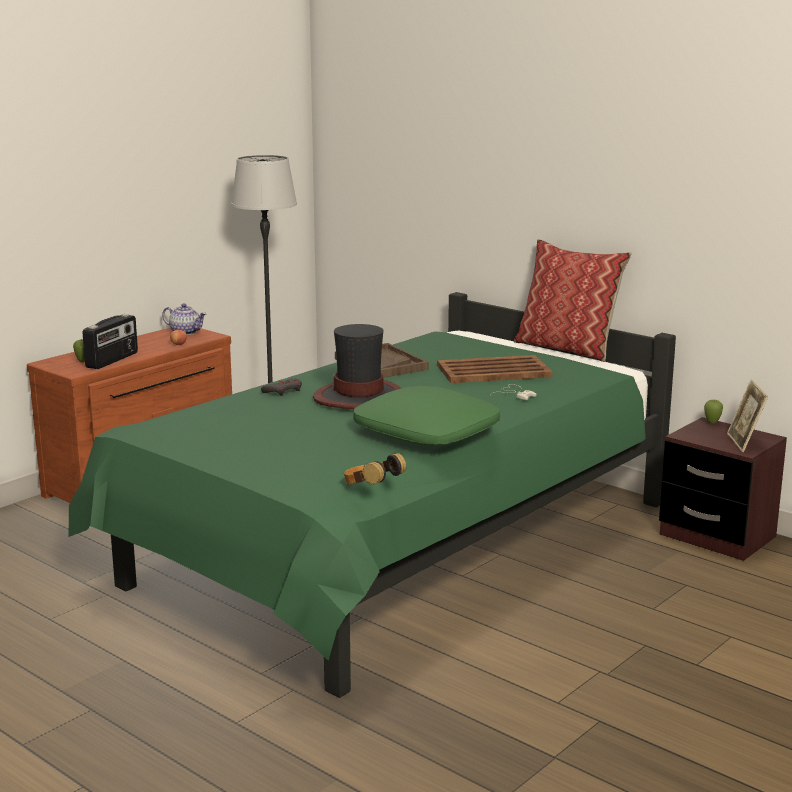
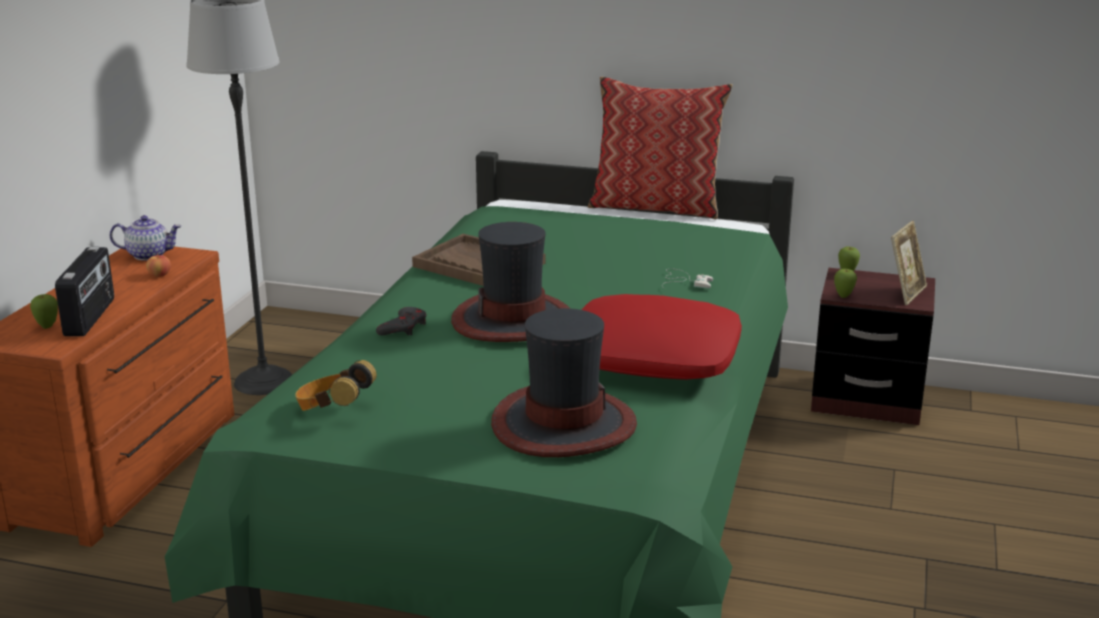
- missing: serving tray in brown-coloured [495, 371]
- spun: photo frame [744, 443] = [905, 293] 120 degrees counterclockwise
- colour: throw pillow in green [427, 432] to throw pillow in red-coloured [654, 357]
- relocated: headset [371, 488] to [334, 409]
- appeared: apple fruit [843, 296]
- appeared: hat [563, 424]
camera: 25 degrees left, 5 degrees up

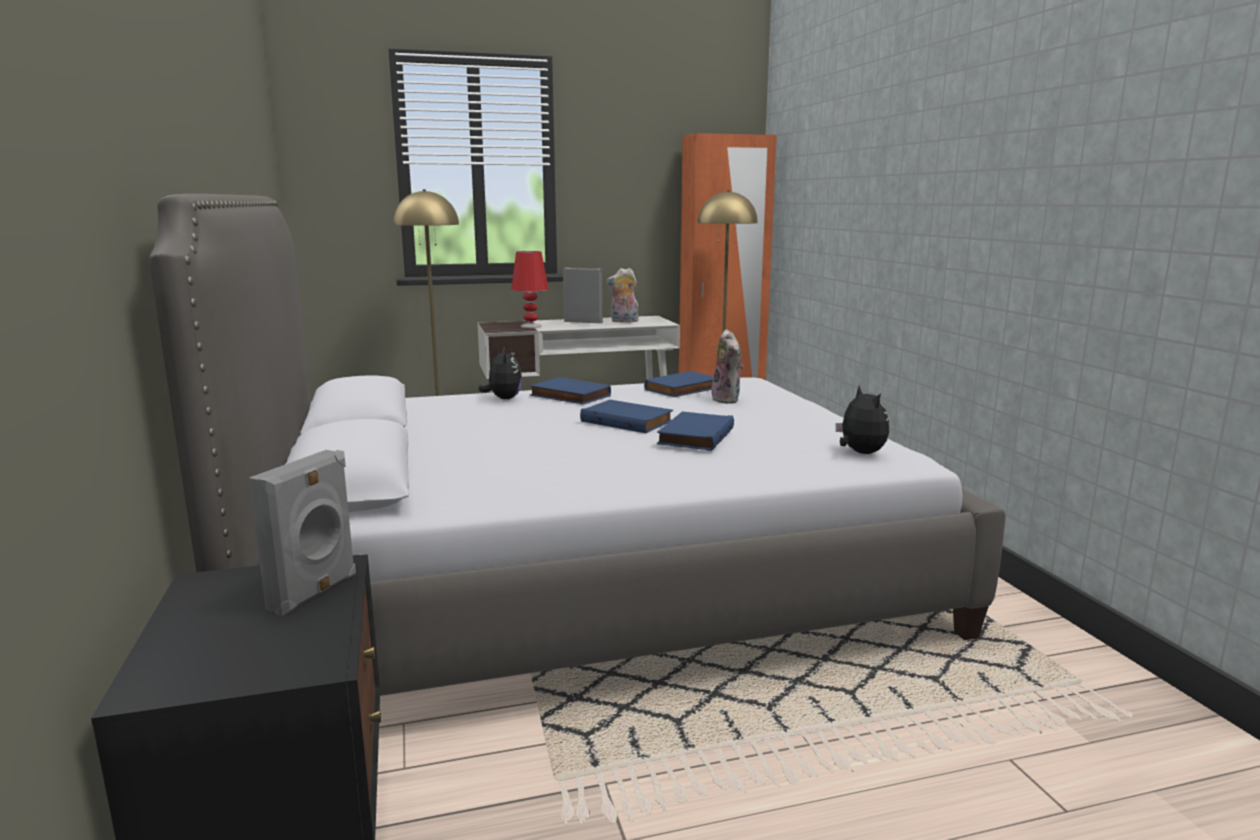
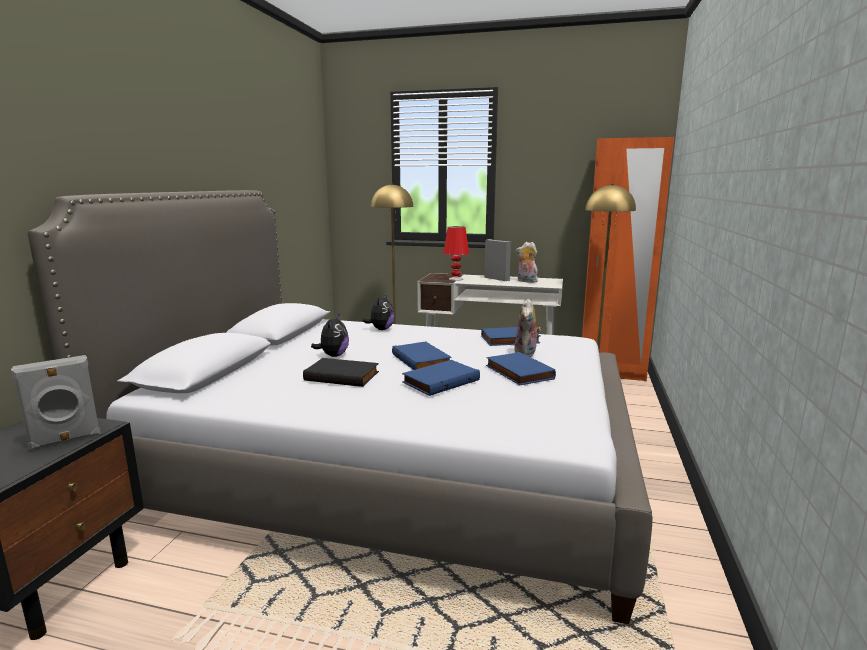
- relocated: bound book in blue [568, 396] to [517, 372]
- relocated: cuddly toy [860, 453] to [333, 355]
- appeared: bound book in blackish [343, 375]
camera: 30 degrees right, 0 degrees up

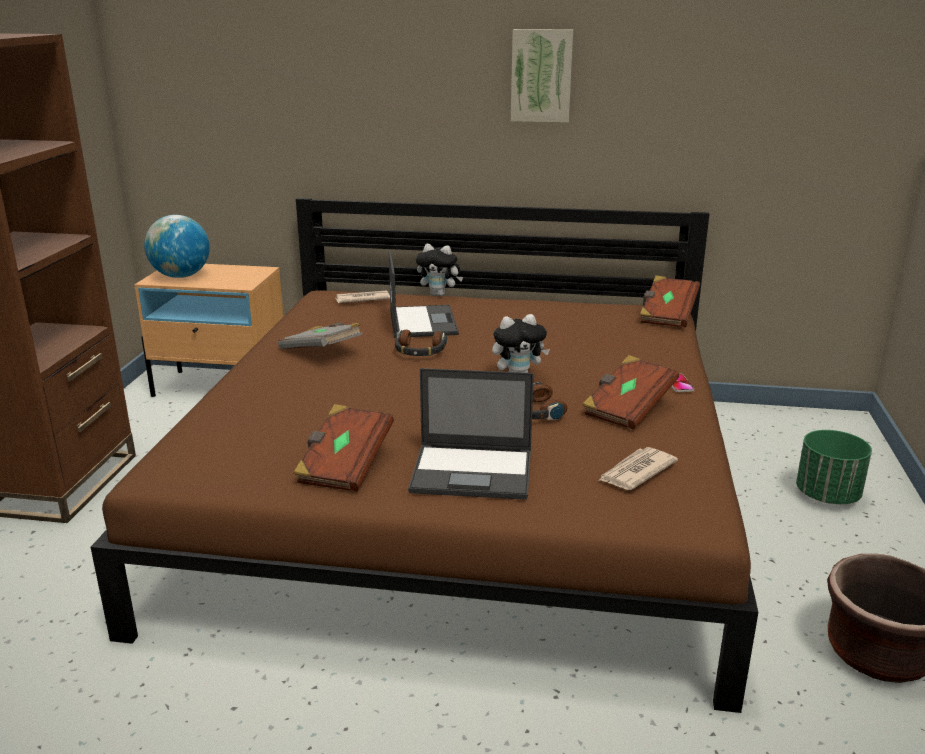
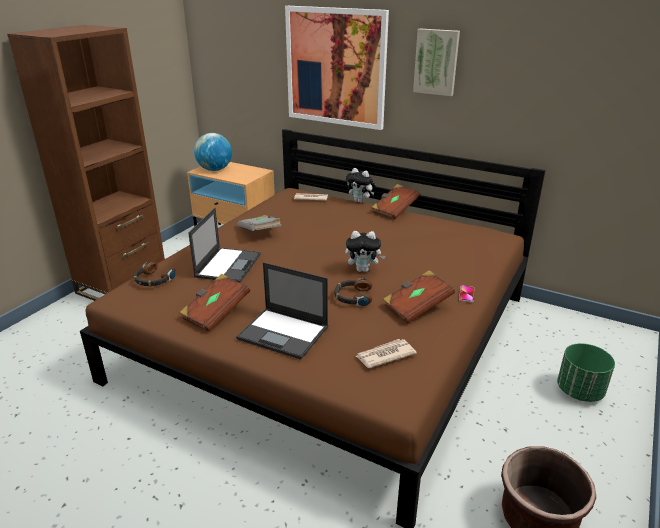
- relocated: portable computer [422, 322] to [228, 265]
- relocated: bound book in brown-coloured [666, 315] to [394, 210]
- relocated: headset [419, 351] to [153, 280]
- appeared: picture [335, 67]
camera: 20 degrees right, 5 degrees up

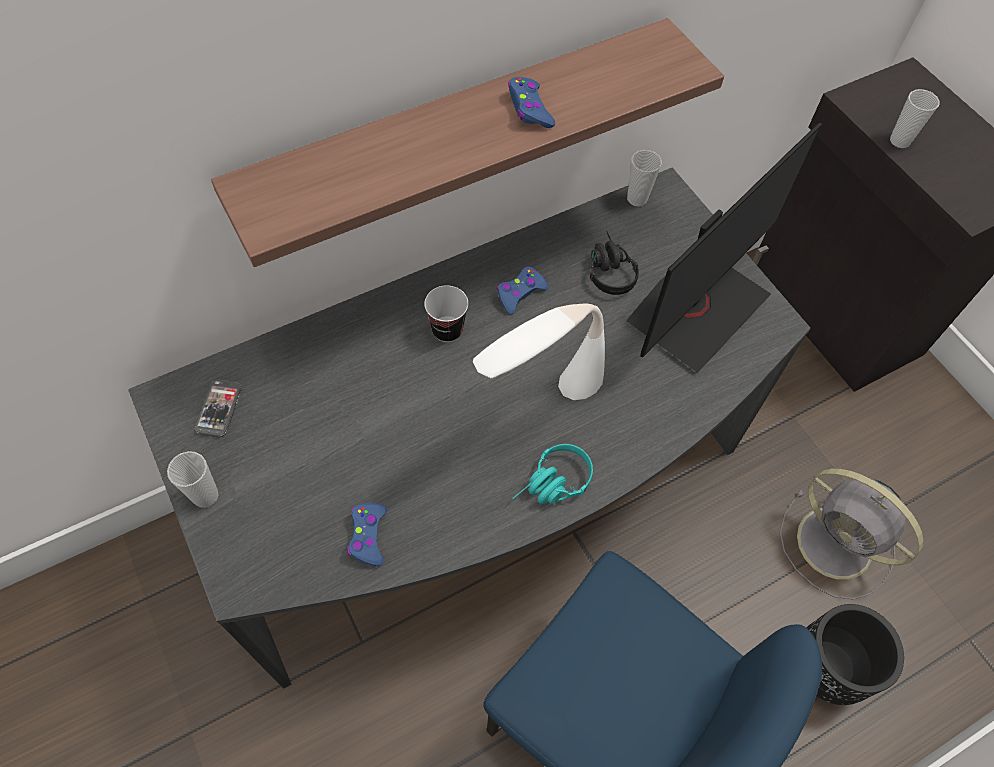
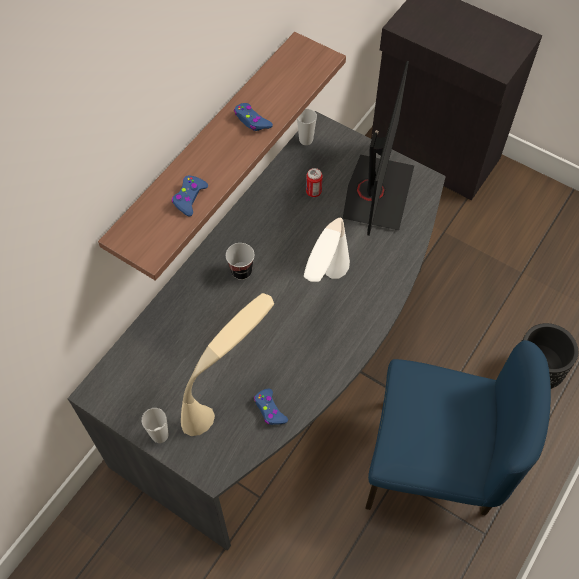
- missing: drinking cup [899, 141]
- exchanged: headset in blackish [607, 269] to metal can [313, 192]
- relocated: gamepad in blue [520, 293] to [189, 198]
- missing: phone [219, 409]
- missing: headset in turquoise-coloured [552, 486]
- missing: electric fan in grey [837, 545]
- appeared: tabletop lamp in beige-coloured [229, 394]
camera: 25 degrees left, 0 degrees up

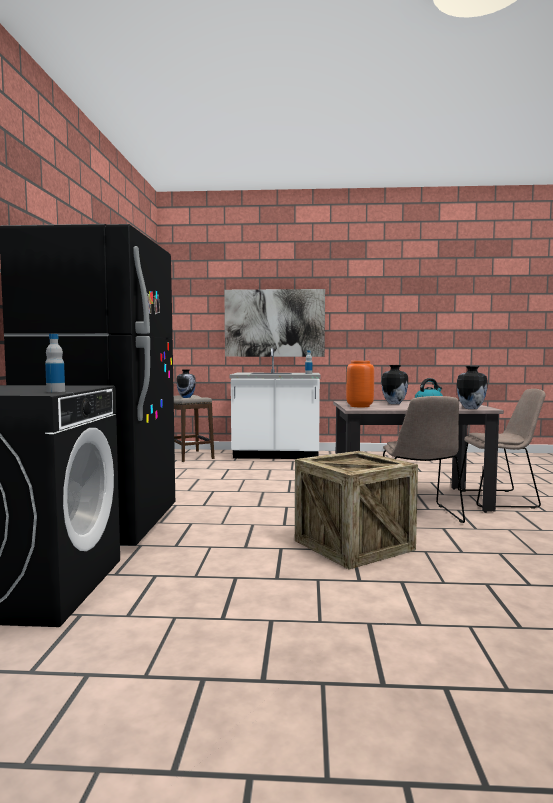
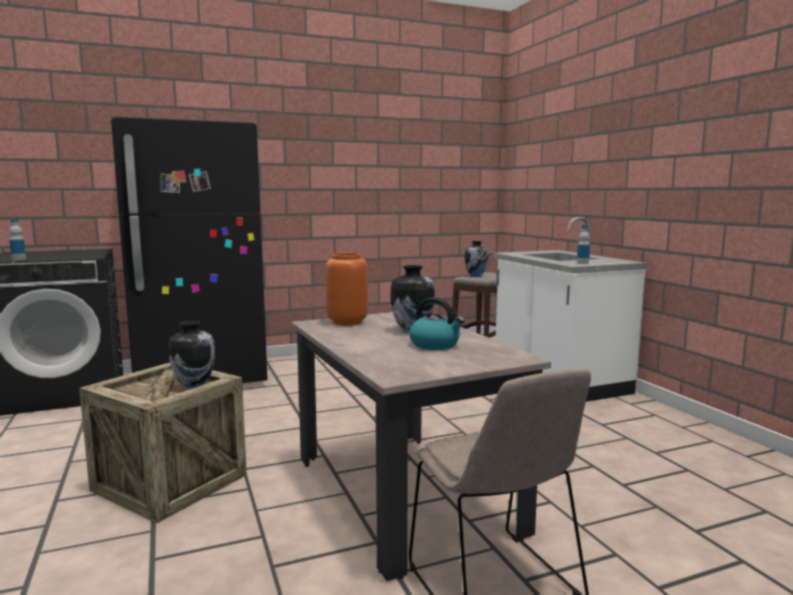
- missing: picture [274, 323]
- relocated: flower vase [470, 408] to [194, 385]
- missing: chair in beige-coloured [419, 516]
camera: 65 degrees right, 5 degrees up

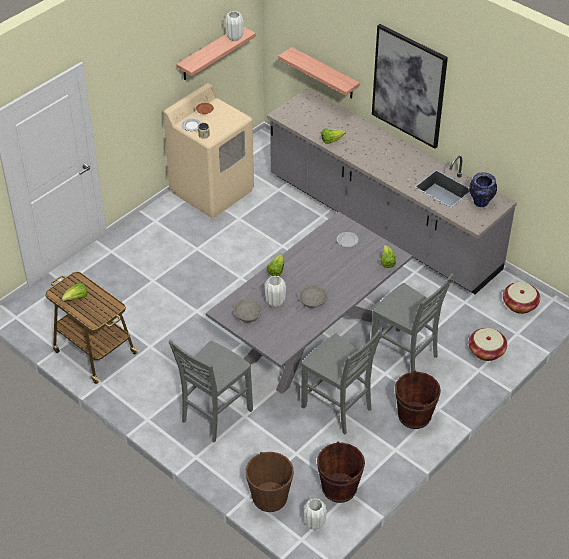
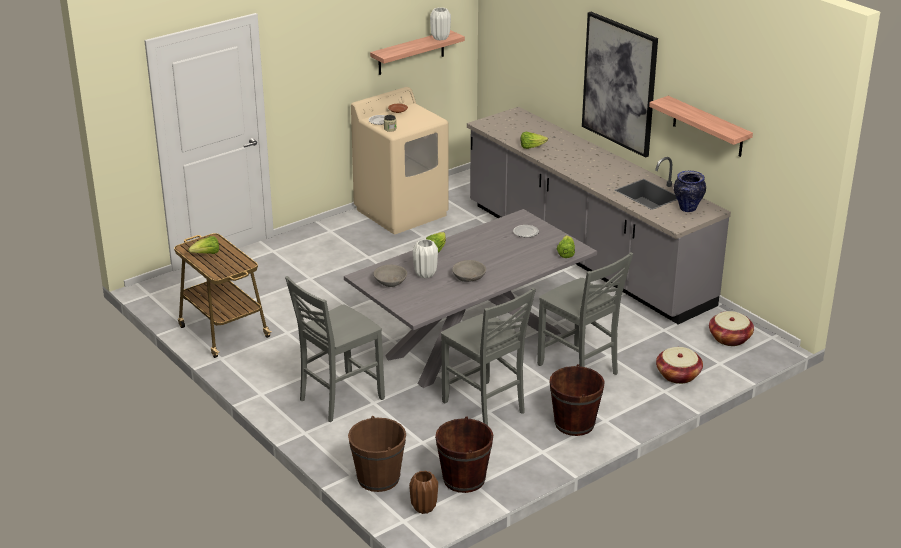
- relocated: wall shelf [325, 74] to [708, 127]
- colour: flower vase in white-coloured [314, 523] to flower vase in brown-coloured [423, 508]
camera: 10 degrees right, 15 degrees down

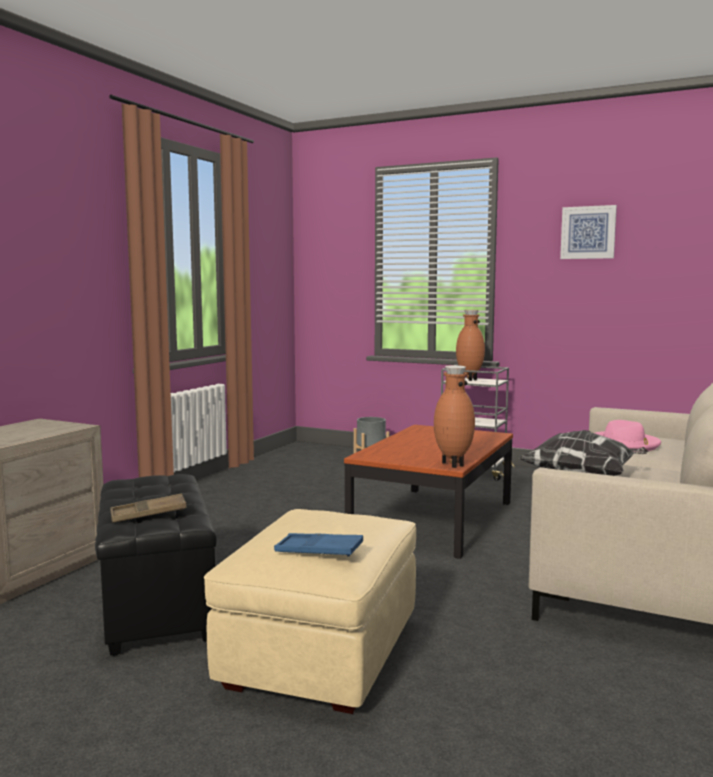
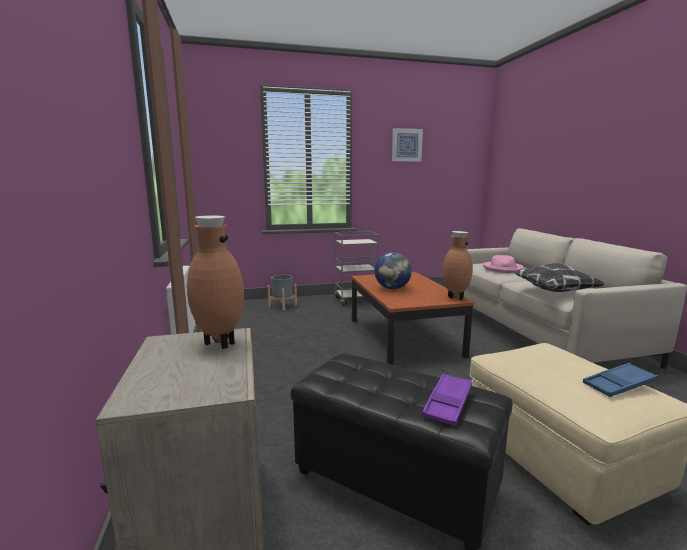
- relocated: flower vase in brown-coloured [469, 379] to [218, 343]
- colour: serving tray in brown-coloured [148, 514] to serving tray in purple [448, 403]
- appeared: desk globe [392, 288]
camera: 40 degrees left, 5 degrees up

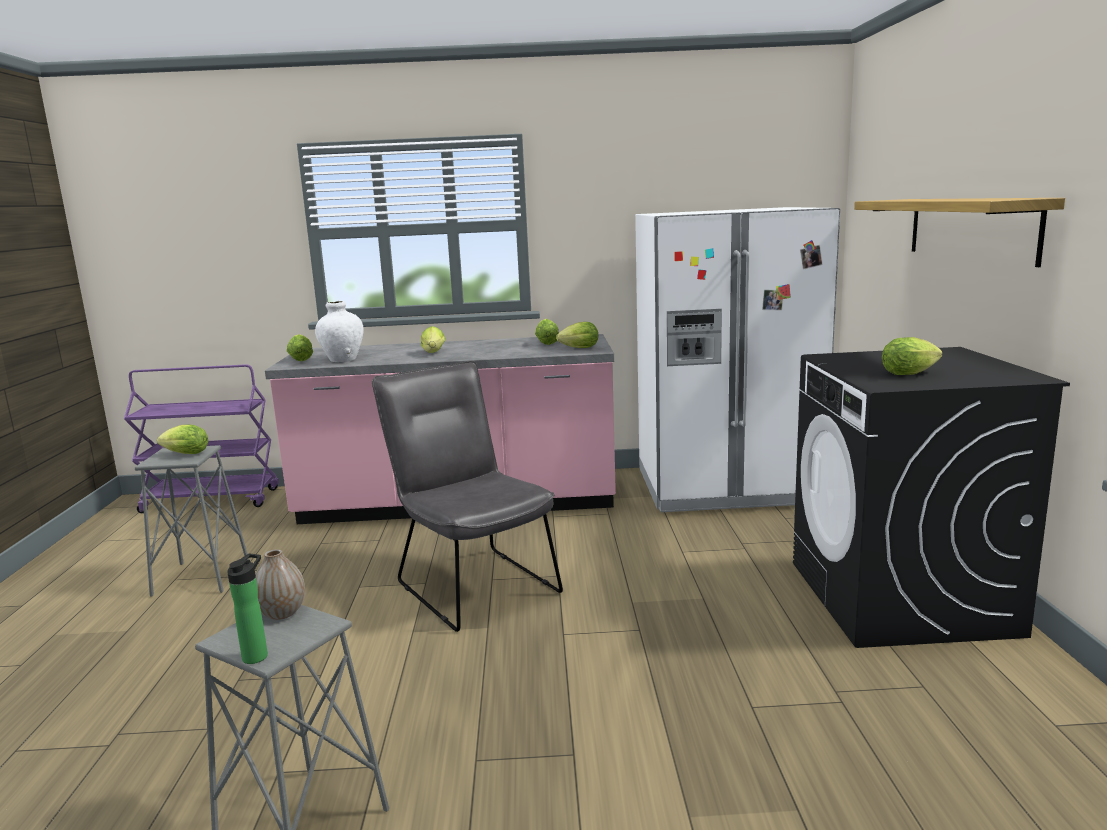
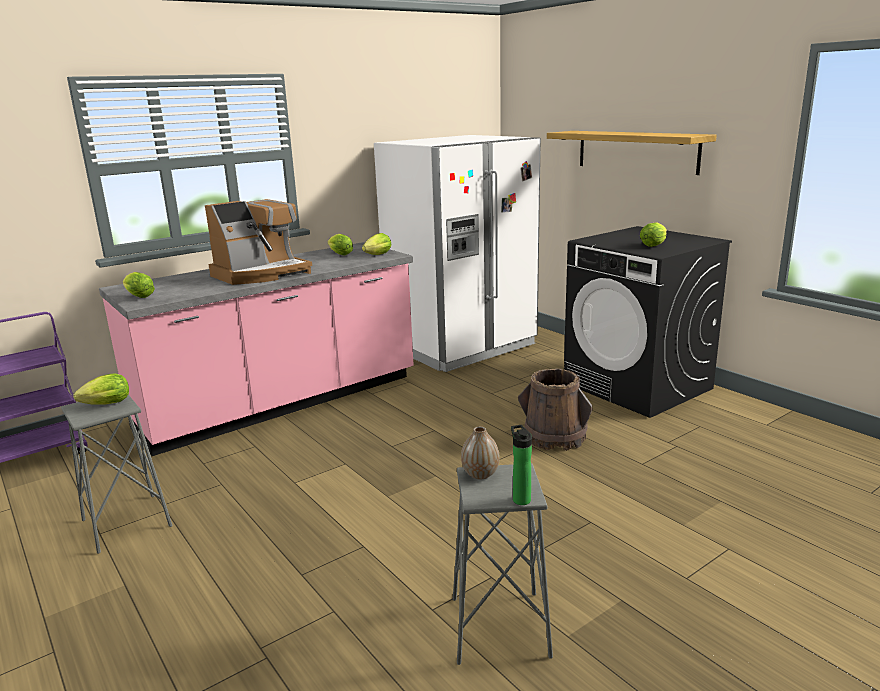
- missing: flower vase in white-coloured [343, 360]
- exchanged: head of lettuce [433, 353] to coffee machine [261, 274]
- missing: chair in grey [472, 583]
- appeared: pail in brown-coloured [554, 437]
camera: 35 degrees left, 5 degrees up

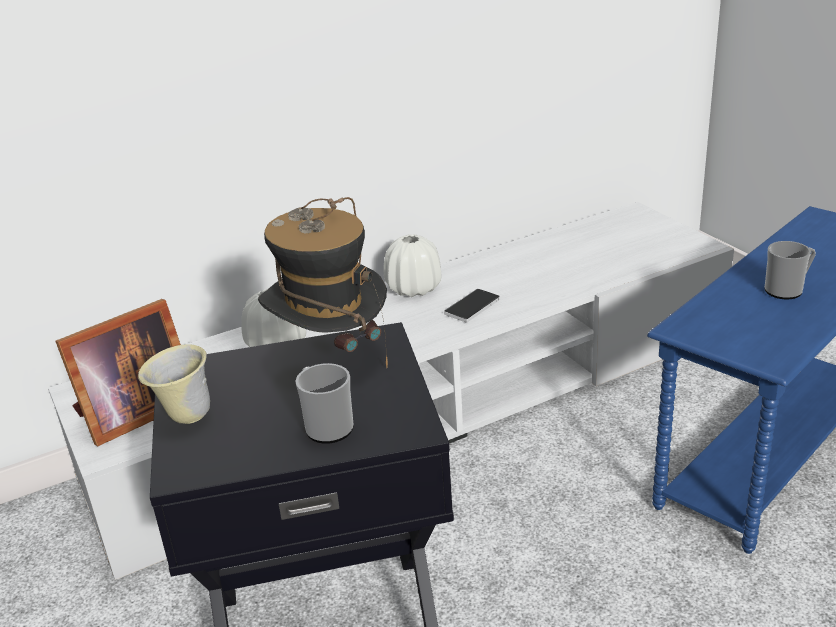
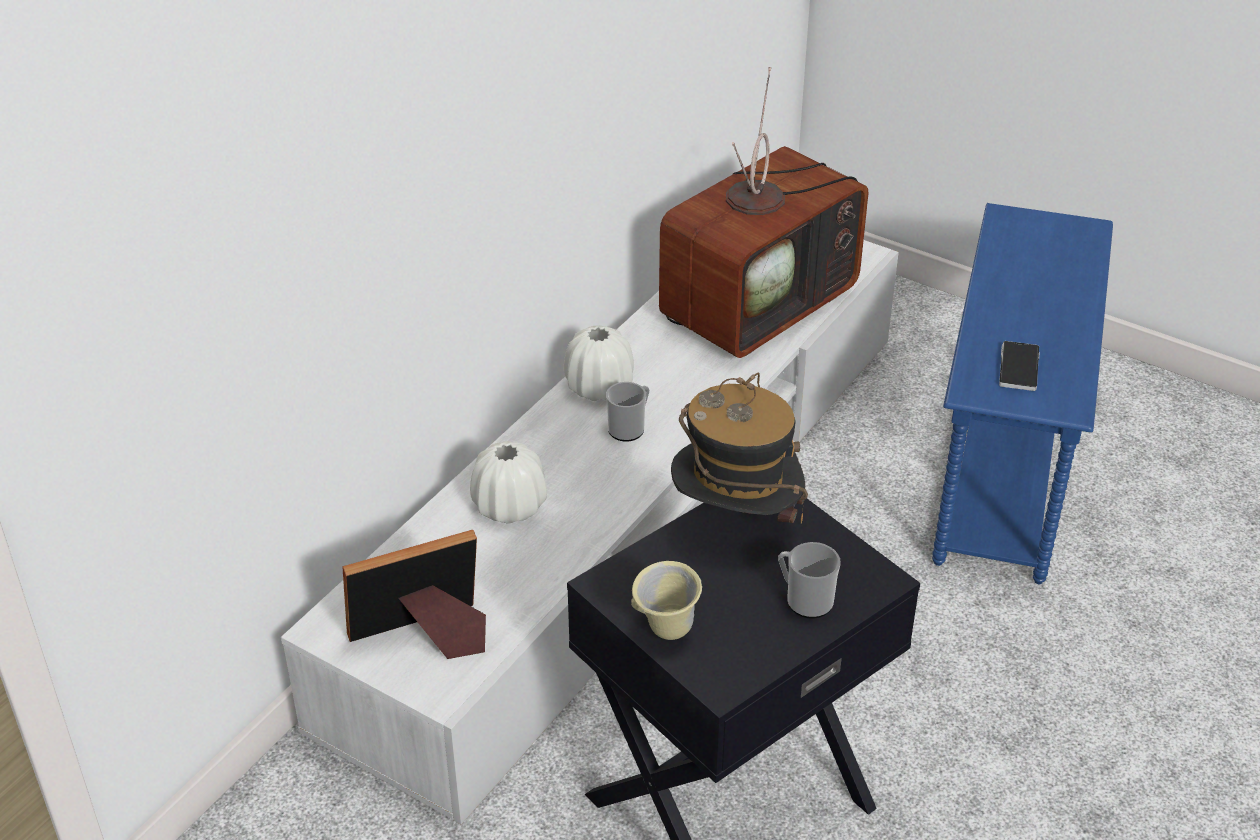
- relocated: tea mug [787, 290] to [629, 428]
- relocated: phone [472, 307] to [1018, 368]
- spun: photo frame [133, 414] = [424, 637] 135 degrees counterclockwise
- appeared: TV set [758, 303]
camera: 30 degrees left, 10 degrees up

